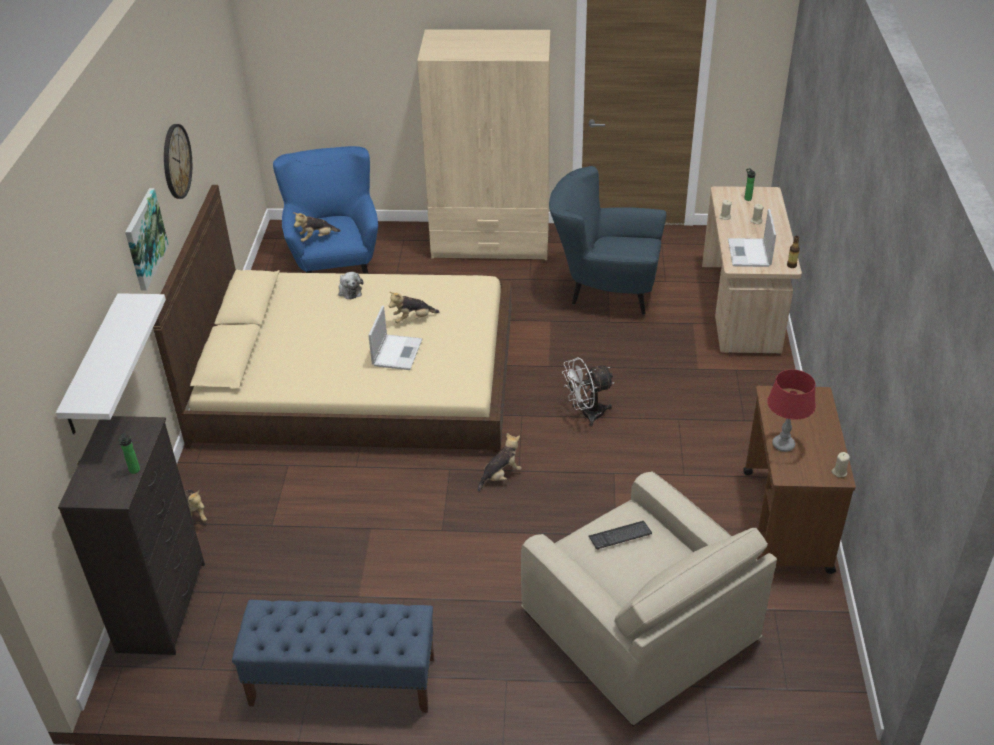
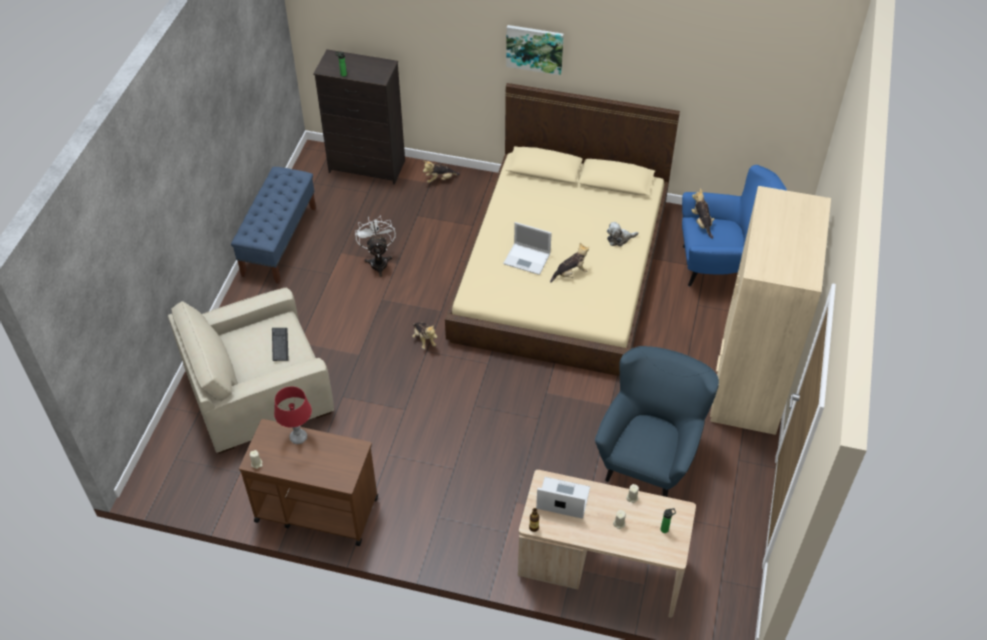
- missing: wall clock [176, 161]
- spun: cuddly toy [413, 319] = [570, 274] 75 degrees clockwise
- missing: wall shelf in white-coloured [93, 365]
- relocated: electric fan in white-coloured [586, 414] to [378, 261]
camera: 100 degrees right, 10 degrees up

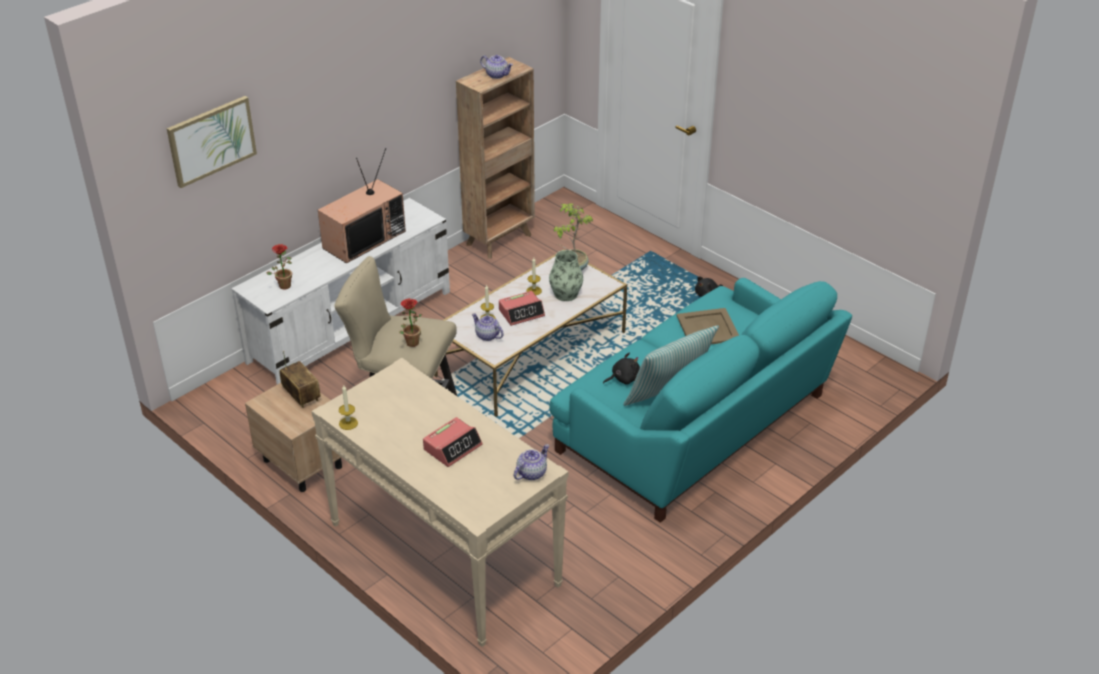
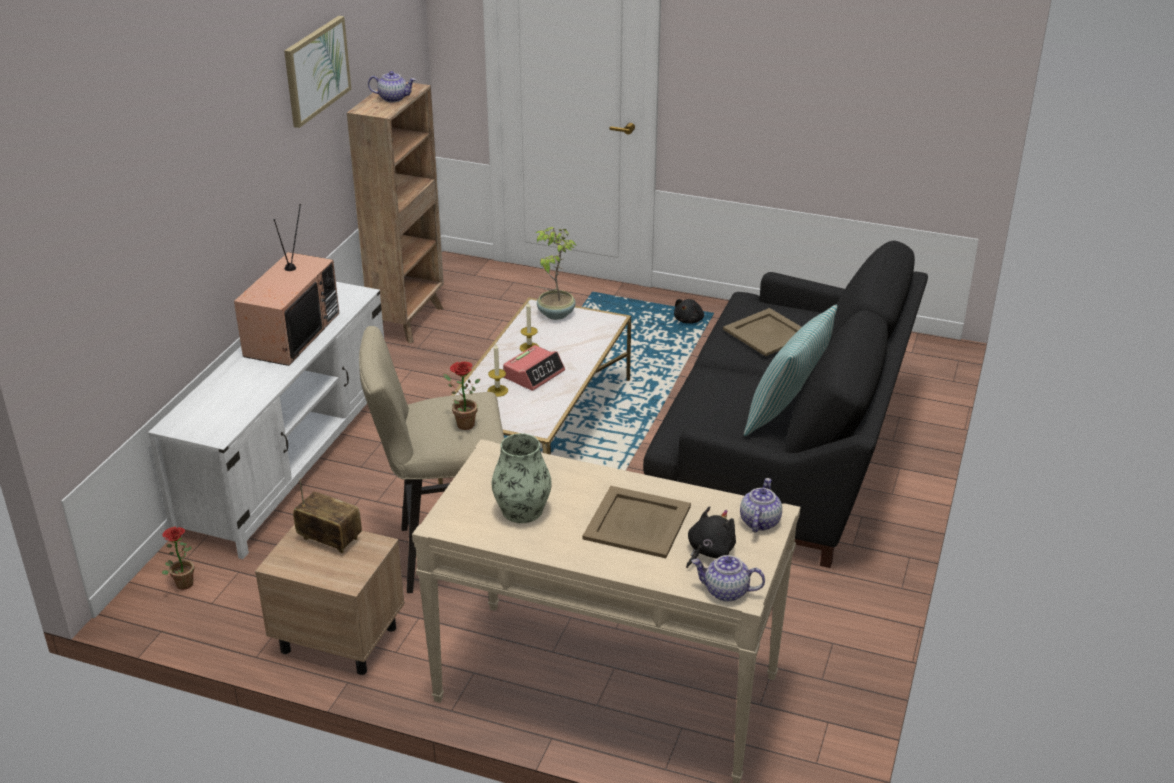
- relocated: picture [211, 140] to [316, 70]
- relocated: plant in a pot [284, 284] to [182, 582]
- relocated: flower vase [566, 294] to [522, 510]
- colour: sofa in turquoise-coloured [697, 426] to sofa in blackish [786, 454]
- relocated: pot for tea [487, 335] to [726, 591]
- relocated: cuddly toy in blackish [623, 378] to [708, 551]
- missing: wax light [348, 423]
- exchanged: table clock [453, 447] to serving tray in beige-coloured [636, 521]
camera: 25 degrees left, 5 degrees down

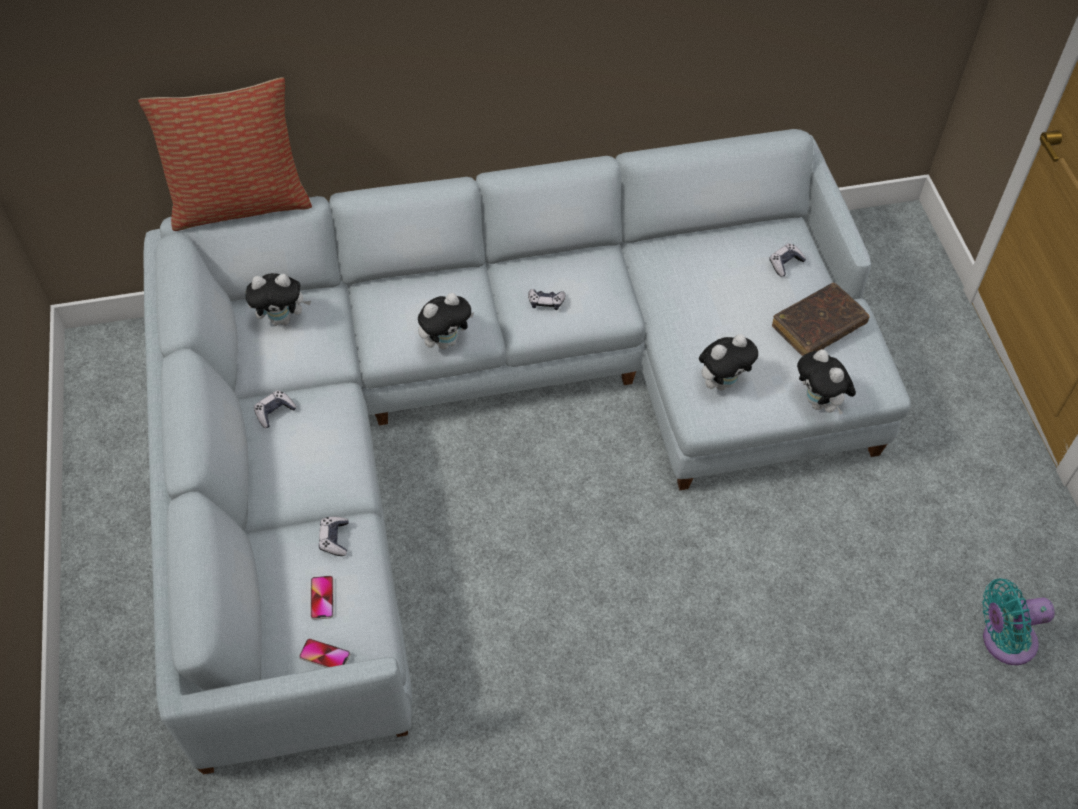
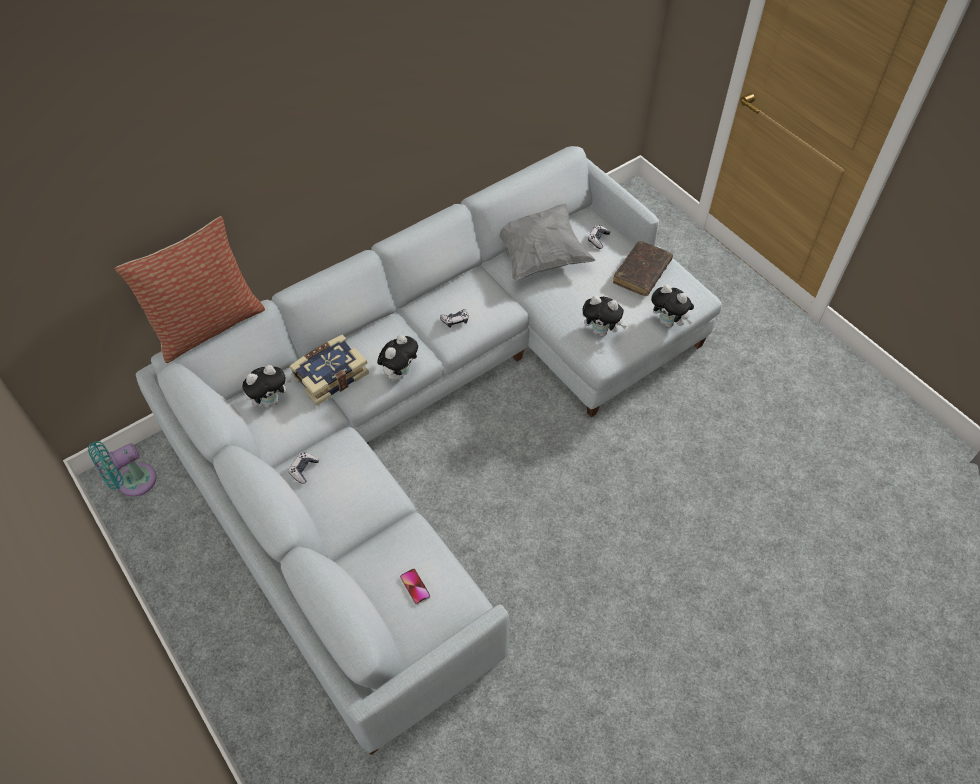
- spun: cuddly toy [722, 382] = [601, 331] 75 degrees clockwise
- missing: gamepad [334, 539]
- relocated: electric fan in turquoise-coloured [1003, 641] to [132, 482]
- missing: phone [325, 655]
- appeared: throw pillow in grey [539, 255]
- appeared: bound book [330, 375]
camera: 25 degrees left, 0 degrees up

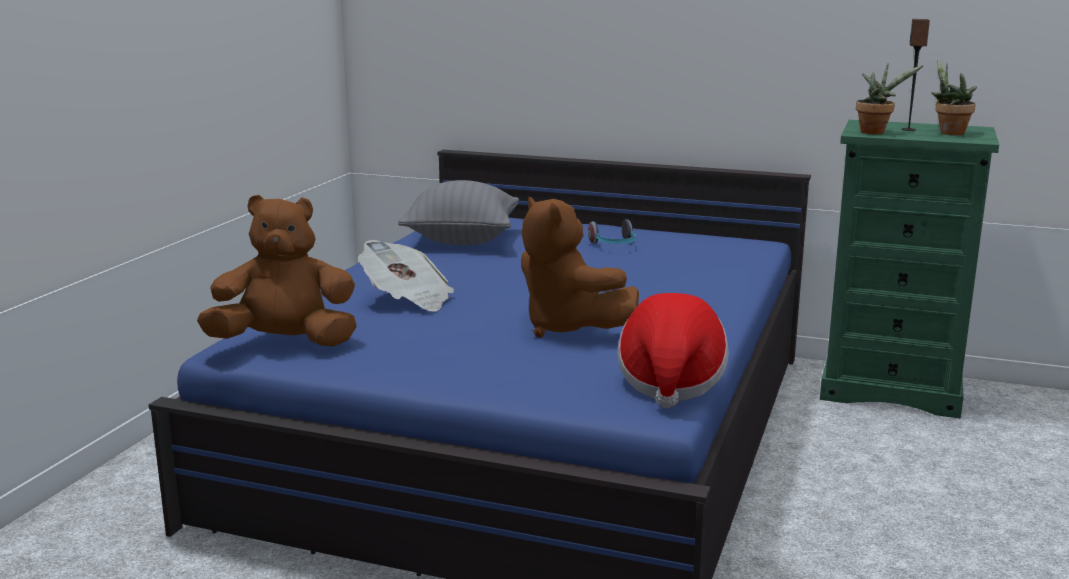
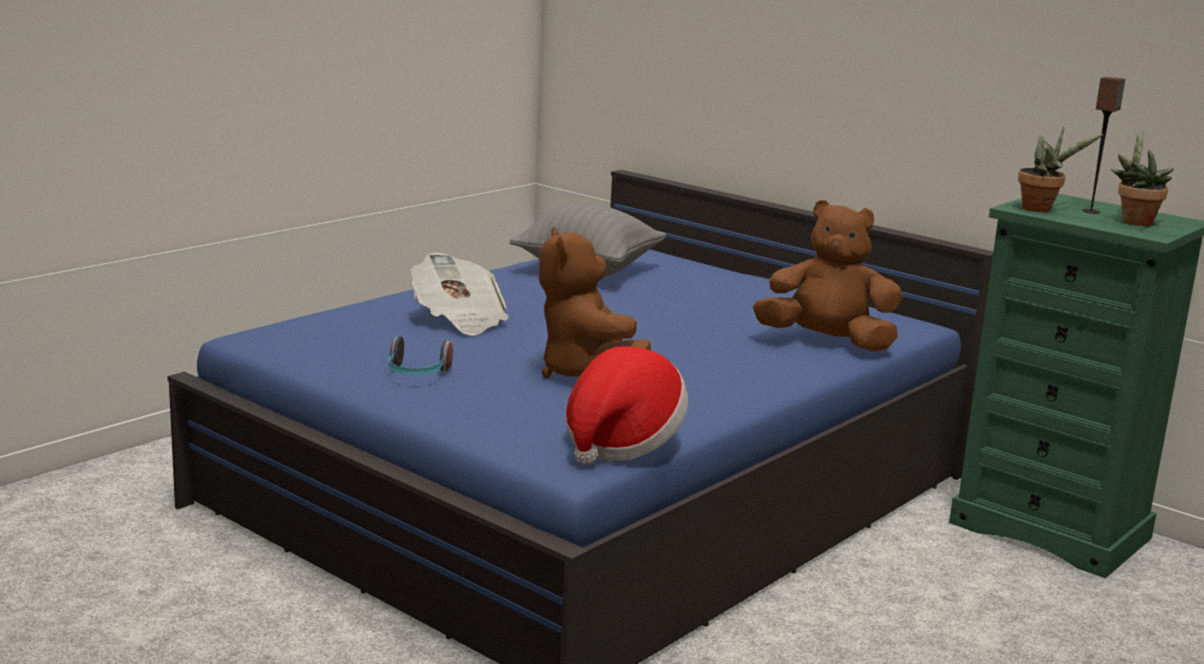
- relocated: cuddly toy in brown-coloured [285, 343] to [827, 342]
- relocated: headset [614, 246] to [417, 375]
camera: 20 degrees right, 0 degrees up

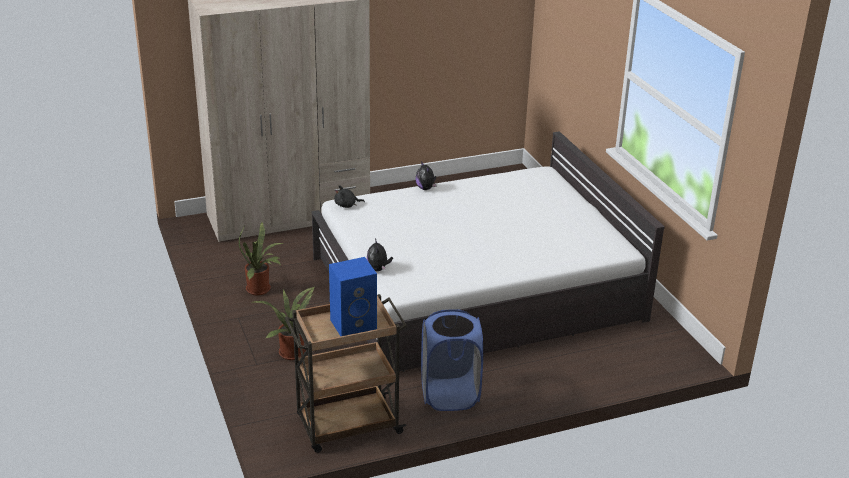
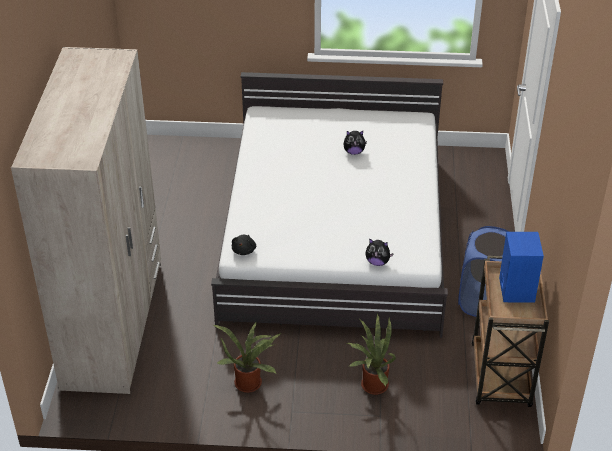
- relocated: cuddly toy [426, 188] to [354, 152]
camera: 65 degrees left, 10 degrees up

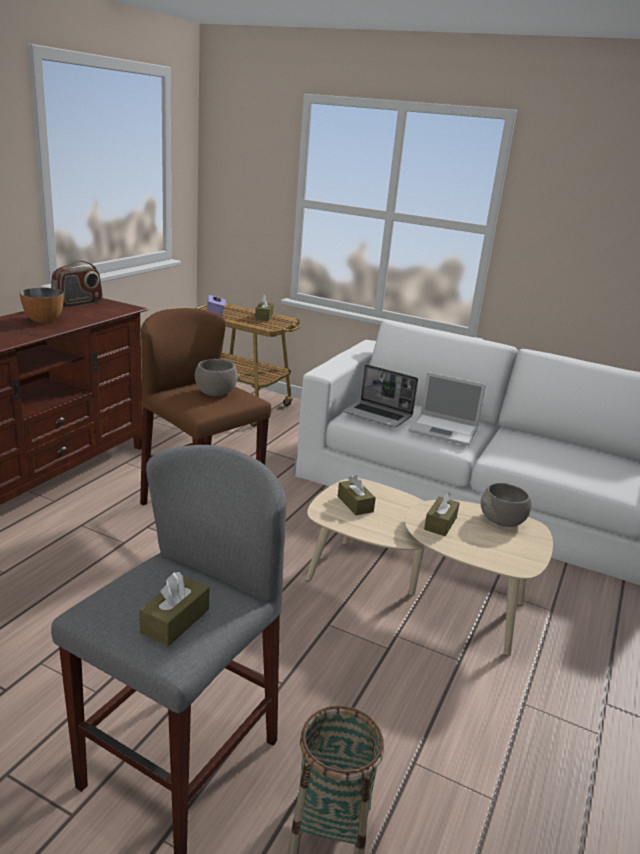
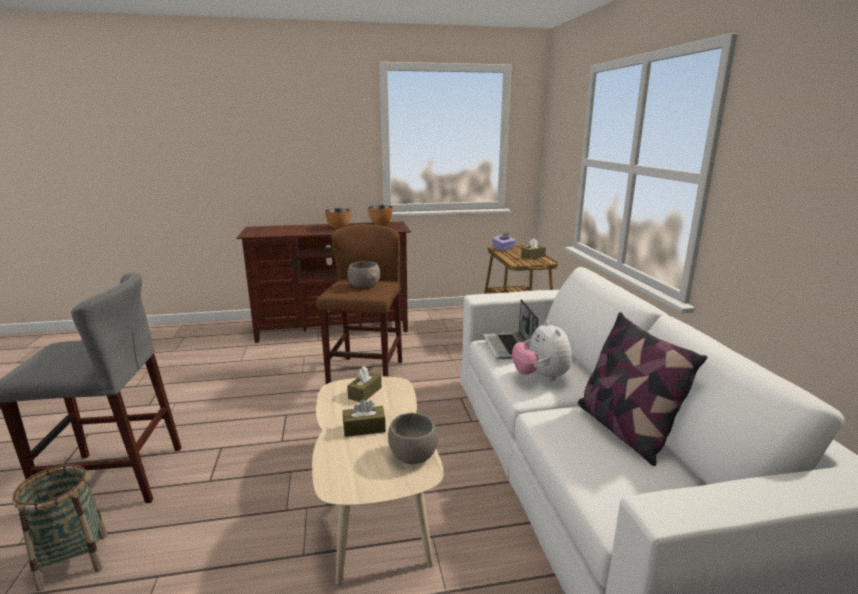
- exchanged: radio [78, 304] to serving bowl [381, 224]
- exchanged: portable computer [445, 430] to cuddly toy [540, 377]
- missing: tissue box in brown-coloured [175, 621]
- appeared: throw pillow [624, 430]
camera: 55 degrees right, 5 degrees down

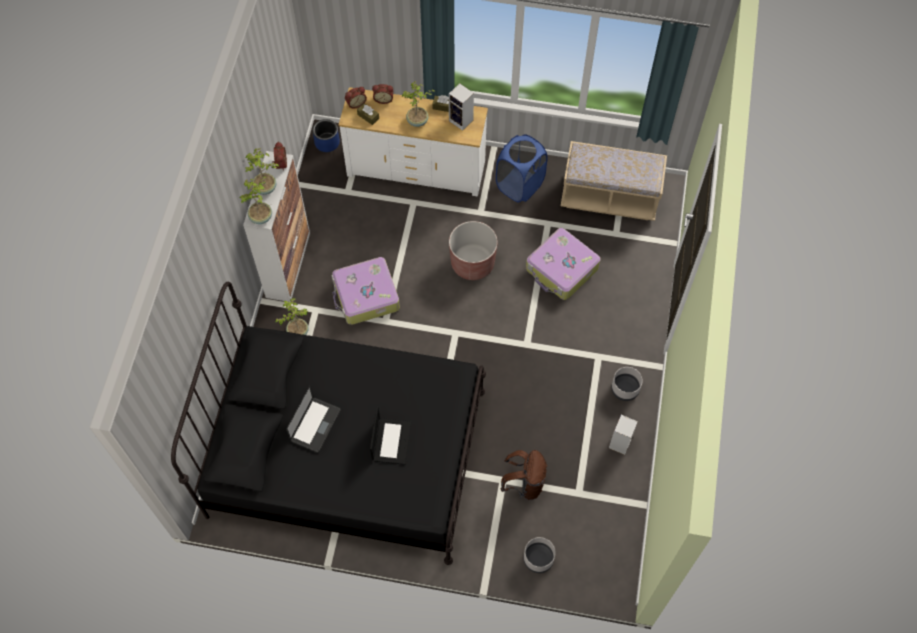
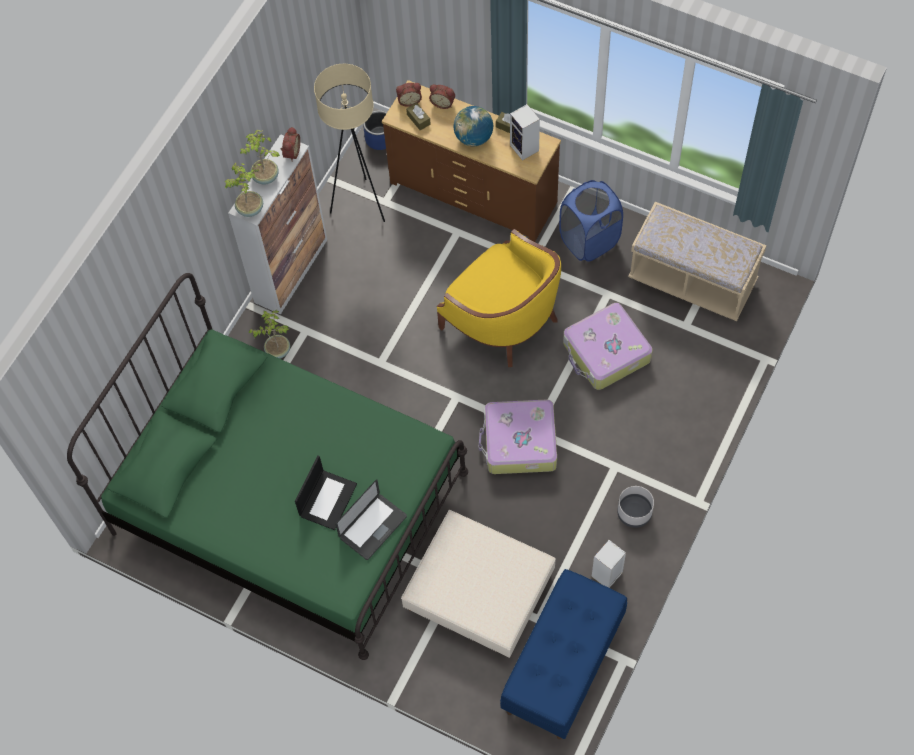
- exchanged: plant in a pot [417, 121] to desk globe [473, 138]
- colour: chest of drawers in white-coloured [416, 168] to chest of drawers in brown-coloured [473, 192]
- exchanged: flower pot in brown-coloured [472, 263] to easy chair in yellow [503, 320]
- relocated: piece of luggage [365, 296] to [519, 443]
- colour: bed in blackish [347, 452] to bed in green [289, 502]
- relocated: portable computer [315, 425] to [373, 527]
- exchanged: backpack in brown-coloured [524, 483] to footrest in beige-coloured [479, 591]
- missing: flower pot in grey [538, 559]
- appeared: standard lamp in beige-coloured [360, 205]
- appeared: long seat in blue [563, 666]
camera: 20 degrees right, 0 degrees up

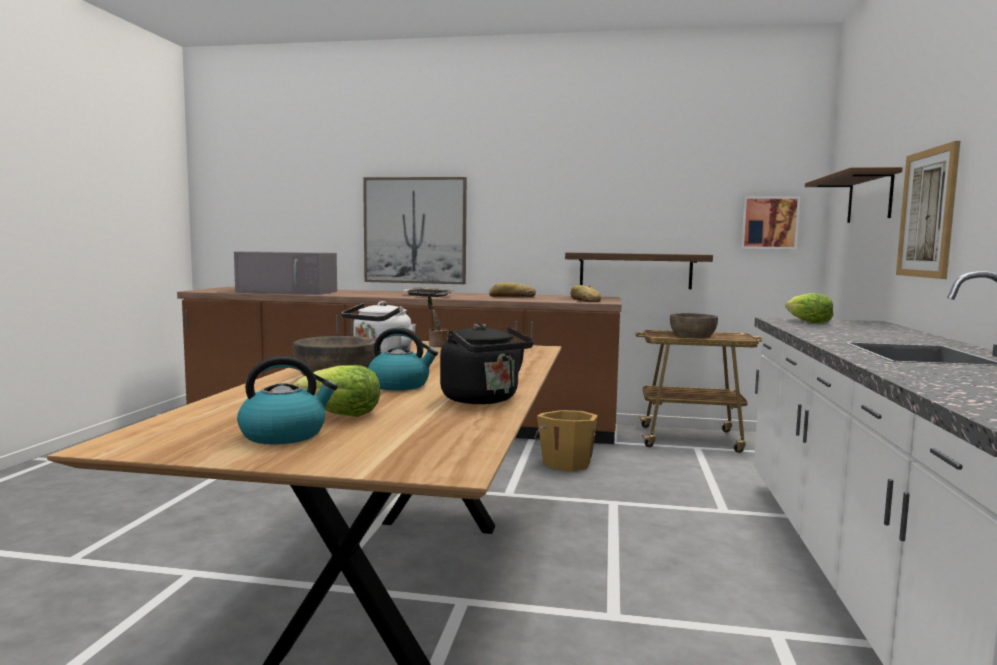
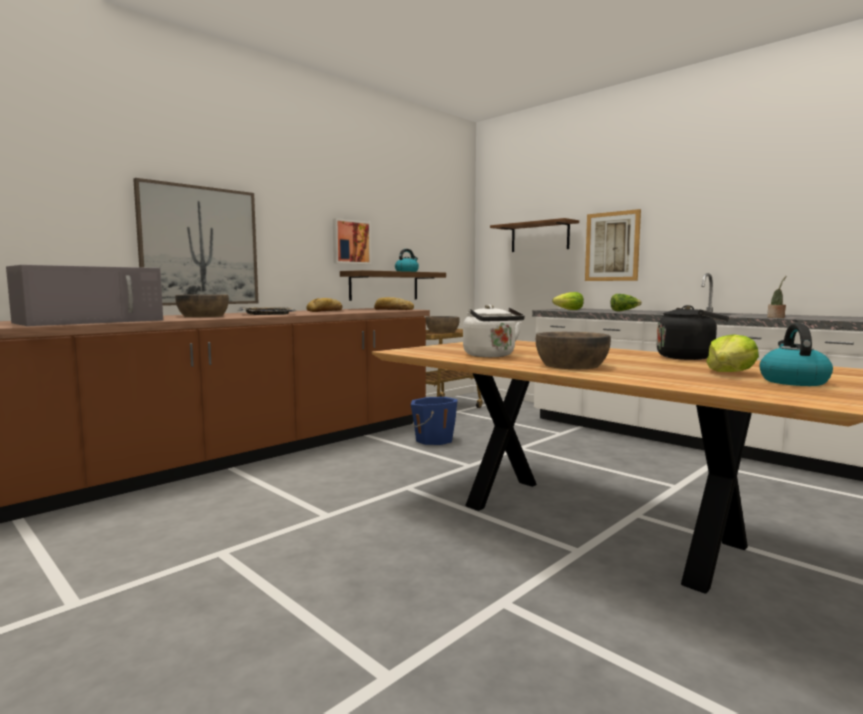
- relocated: picture [769, 223] to [350, 242]
- relocated: plant in a pot [437, 345] to [776, 317]
- relocated: tea kettle [400, 385] to [407, 272]
- colour: pail in orange [566, 463] to pail in blue [433, 439]
- appeared: serving bowl in brown-coloured [203, 316]
- appeared: head of lettuce [624, 311]
camera: 55 degrees left, 0 degrees up

